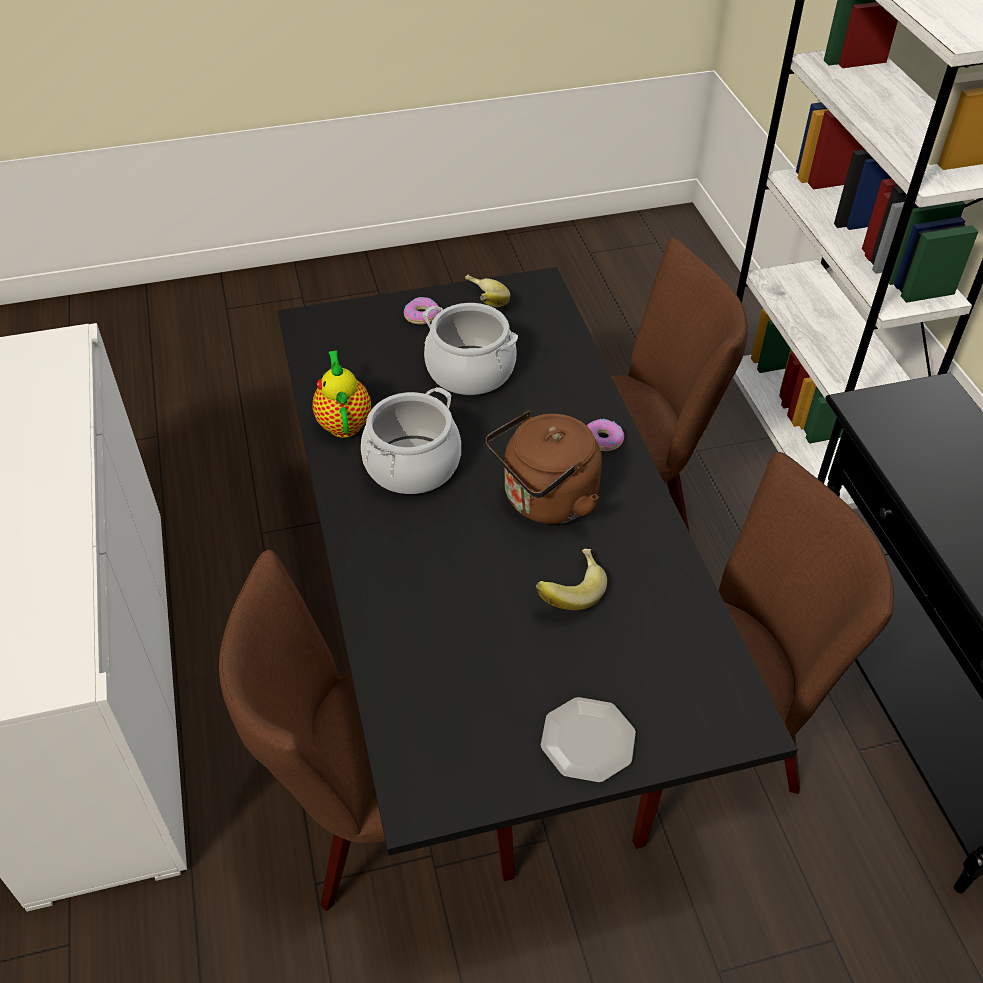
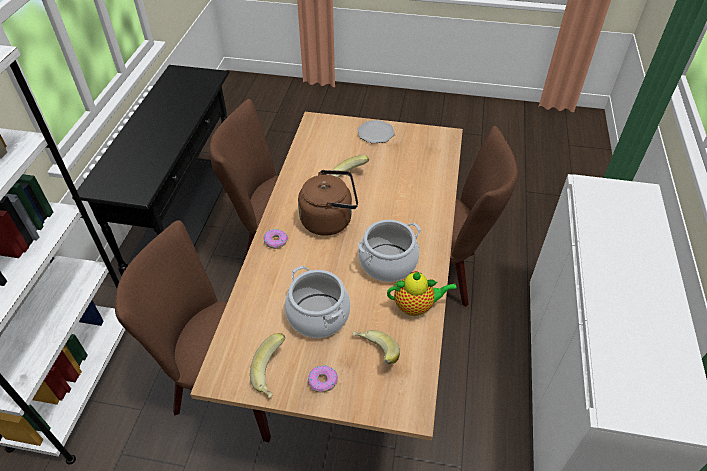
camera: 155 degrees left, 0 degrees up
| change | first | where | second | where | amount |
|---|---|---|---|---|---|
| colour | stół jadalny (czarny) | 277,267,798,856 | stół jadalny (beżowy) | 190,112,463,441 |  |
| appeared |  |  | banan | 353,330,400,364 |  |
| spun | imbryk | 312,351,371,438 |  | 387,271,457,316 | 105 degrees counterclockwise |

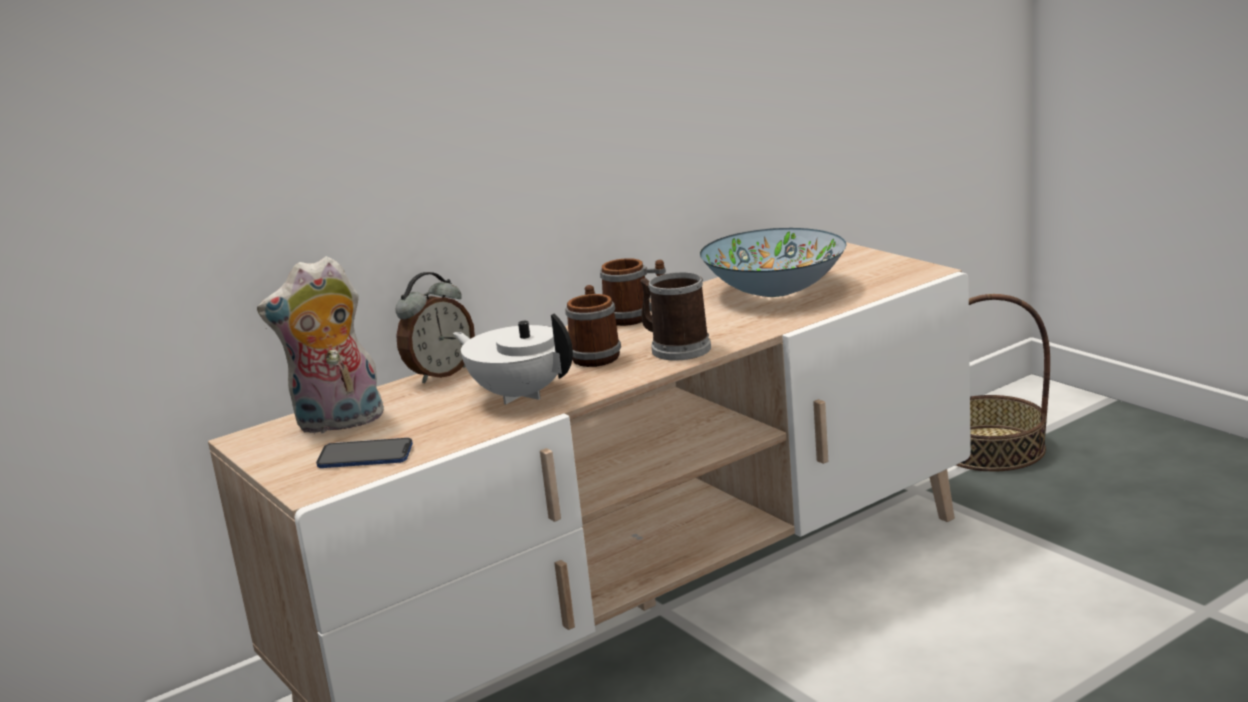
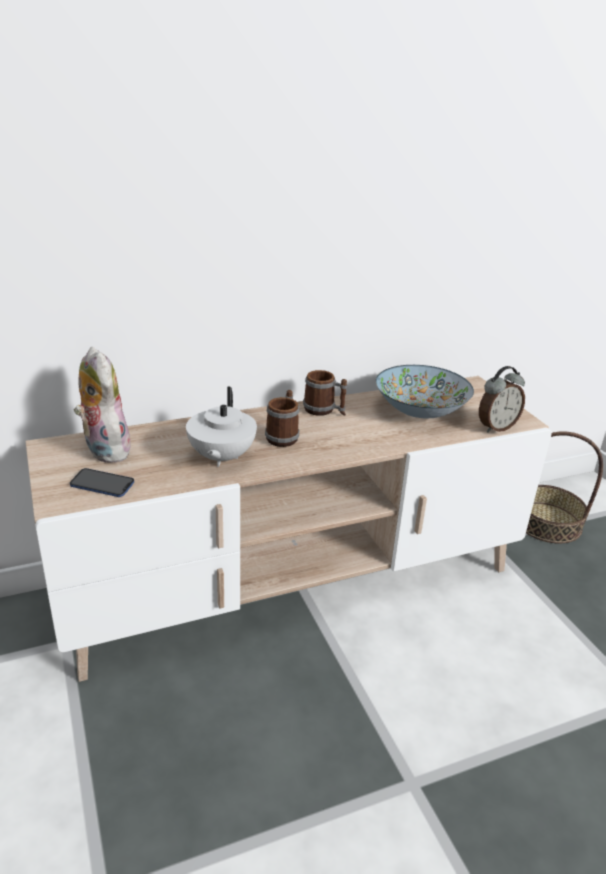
camera: 10 degrees right, 10 degrees up
| change | first | where | second | where | amount |
|---|---|---|---|---|---|
| spun | pluszak | 257,256,386,435 |  | 74,347,131,463 | 60 degrees clockwise |
| spun | imbryk (biały) | 453,313,573,404 |  | 186,386,257,467 | 135 degrees counterclockwise |
| relocated | budzik | 395,272,475,383 |  | 479,366,525,432 |  |
| missing | kubek | 640,272,711,361 |  |  |  |

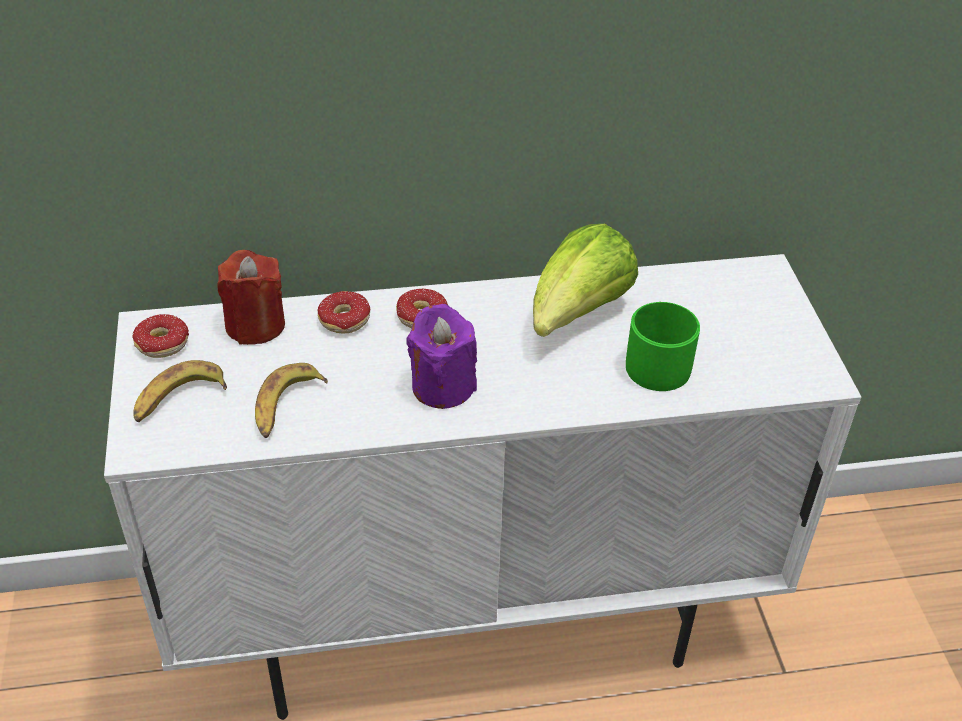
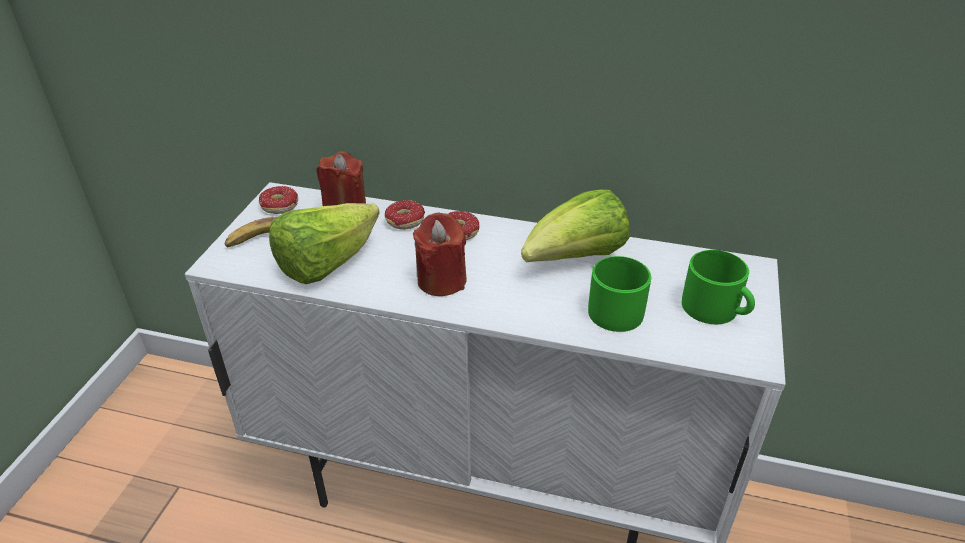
camera: 25 degrees right, 5 degrees down
| change | first | where | second | where | amount |
|---|---|---|---|---|---|
| exchanged | banan | 255,363,328,438 | sałata | 269,203,380,284 |  |
| colour | świeca (fioletowy) | 406,304,477,409 | świeca (czerwony) | 413,213,467,296 |  |
| appeared |  |  | kubek (zielony) | 682,250,755,324 |  |

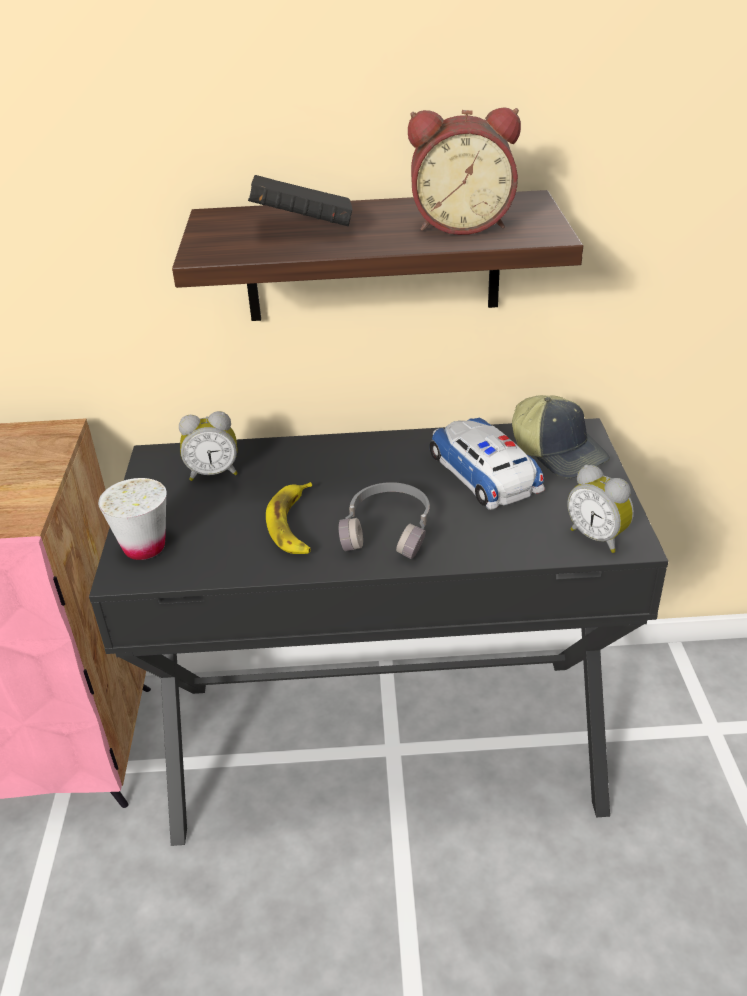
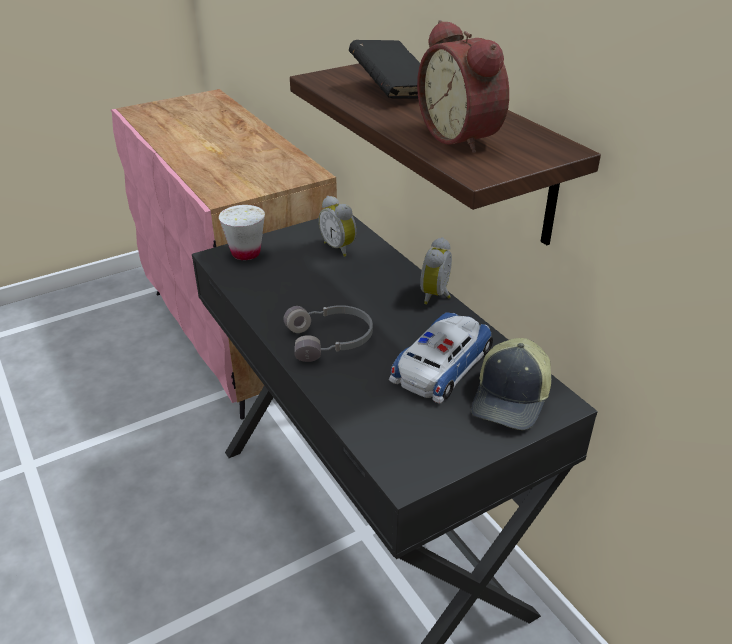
camera: 60 degrees right, 0 degrees up
| change | first | where | second | where | amount |
|---|---|---|---|---|---|
| relocated | budzik | 567,465,634,553 |  | 420,237,452,305 |  |
| missing | banan | 266,482,312,554 |  |  |  |

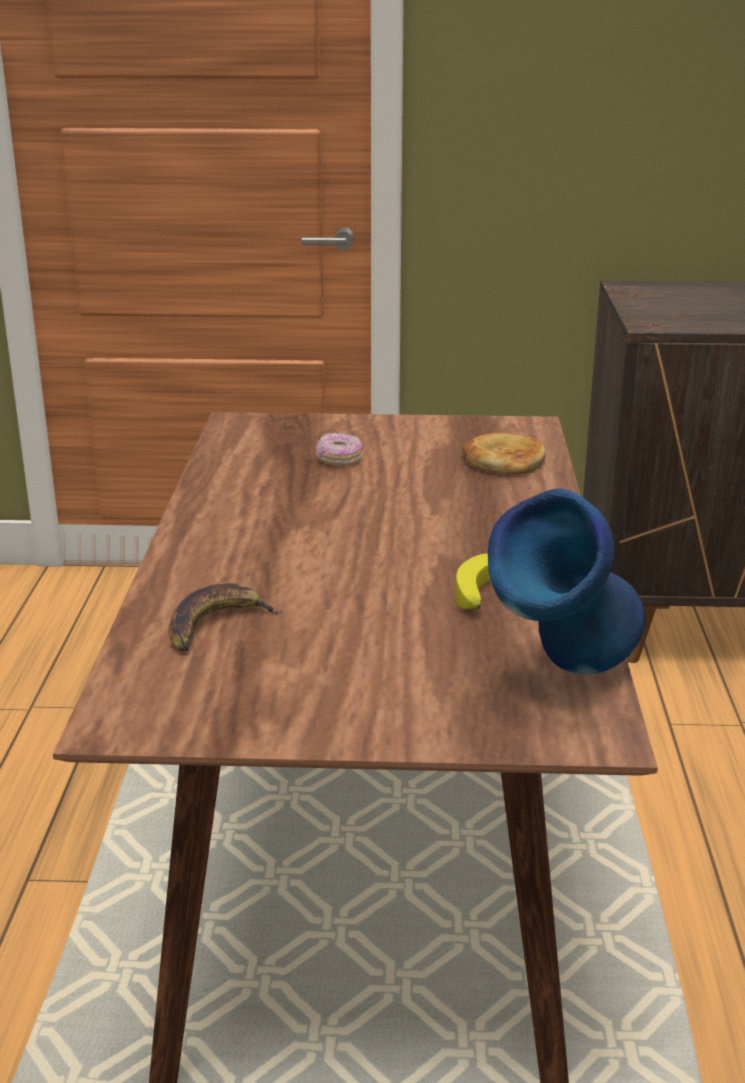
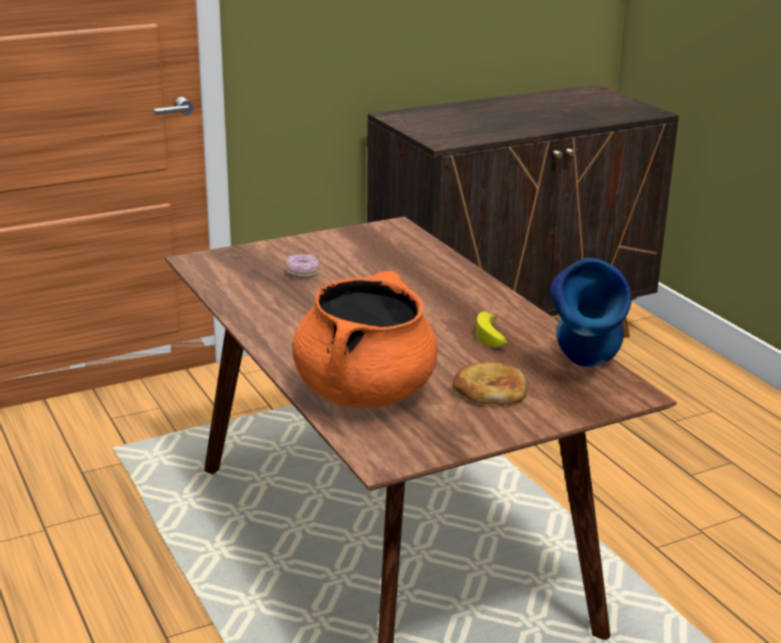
camera: 30 degrees left, 0 degrees up
| change | first | where | second | where | amount |
|---|---|---|---|---|---|
| exchanged | banan | 168,583,282,652 | garnek (pomarańczowy) | 292,271,438,408 |  |
| relocated | chleb | 462,432,546,474 |  | 453,362,527,405 |  |

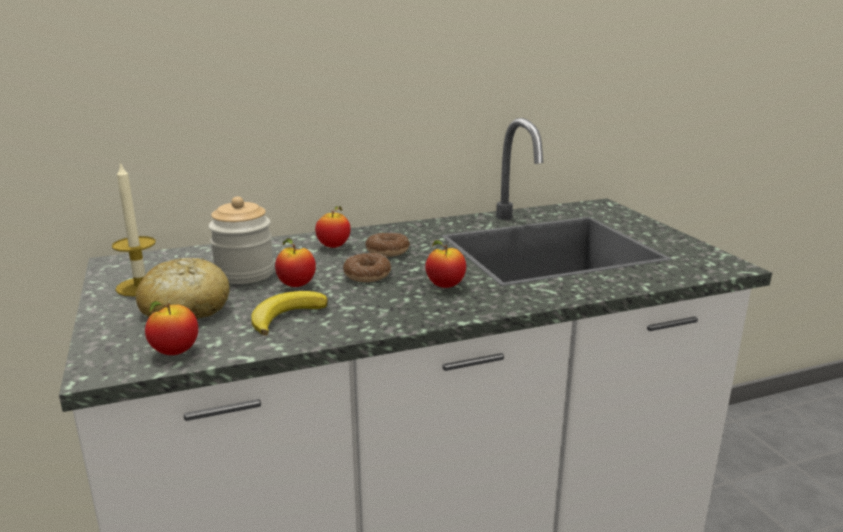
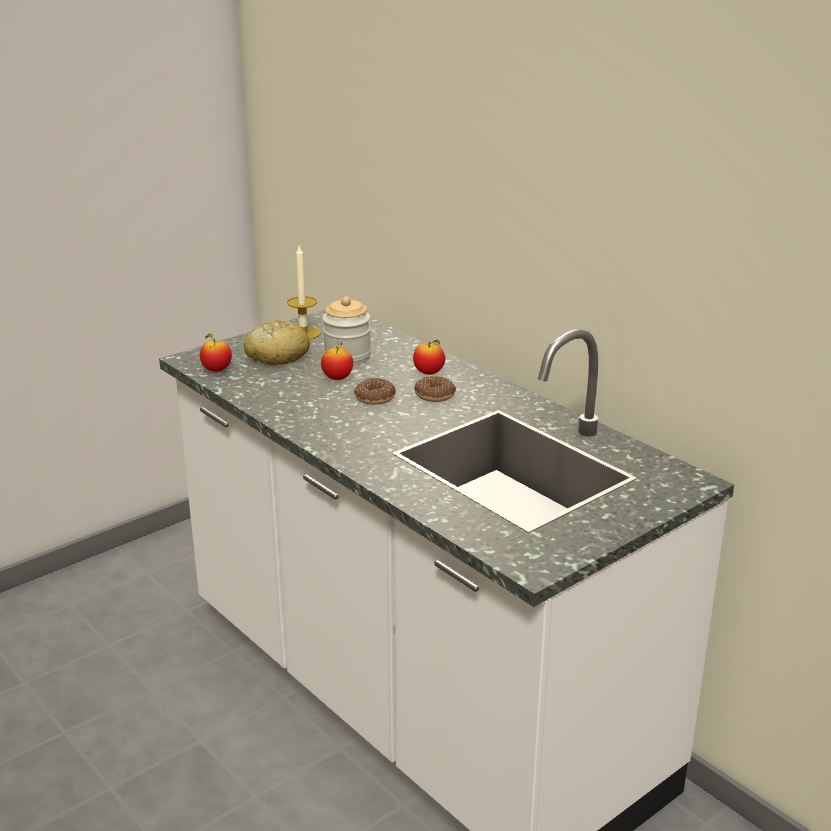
camera: 70 degrees right, 5 degrees up
| change | first | where | second | where | amount |
|---|---|---|---|---|---|
| missing | banan | 251,291,328,335 |  |  |  |
| missing | jabłko | 425,240,466,288 |  |  |  |

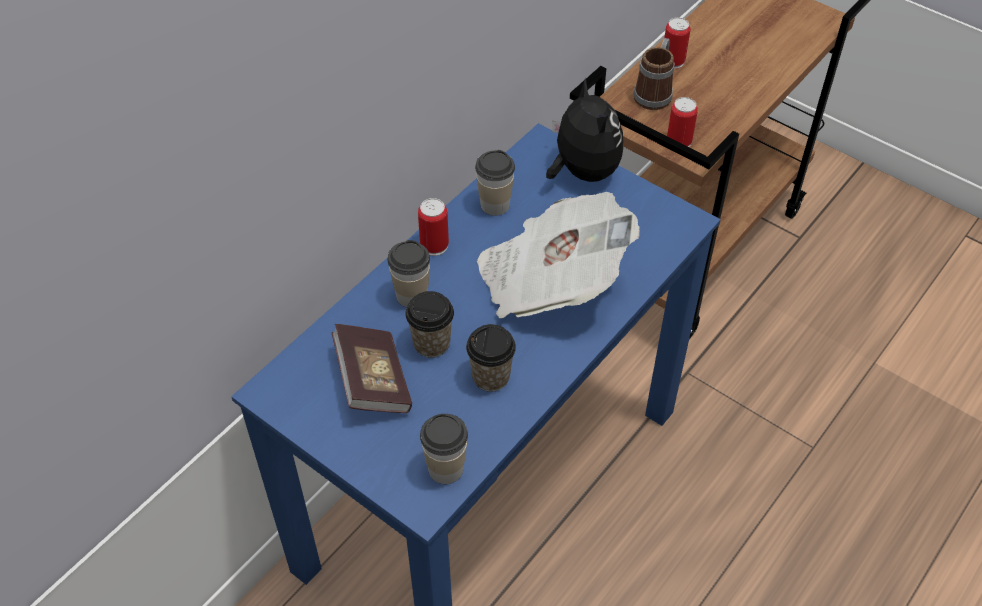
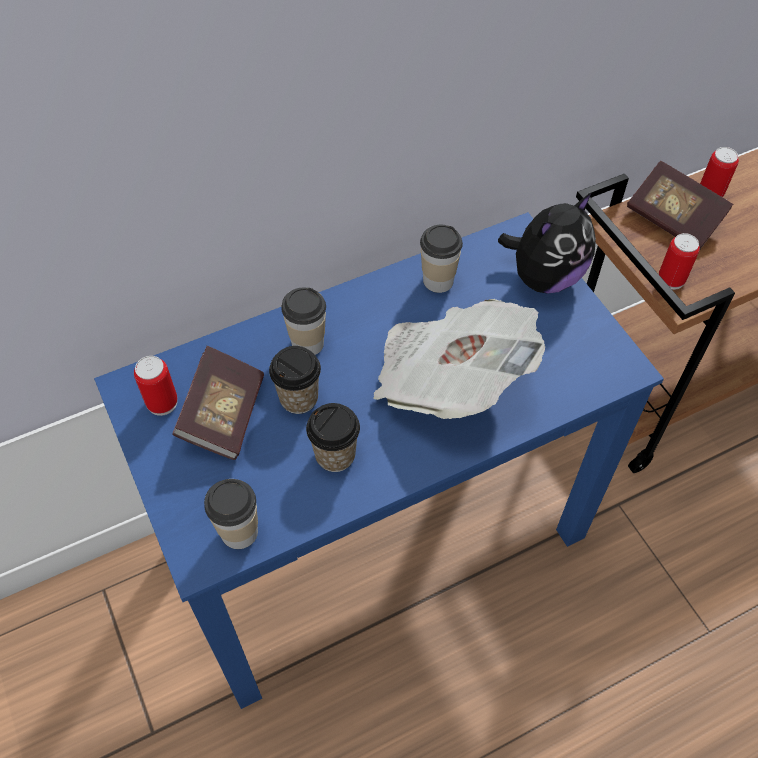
camera: 25 degrees right, 5 degrees up
| change | first | where | second | where | amount |
|---|---|---|---|---|---|
| relocated | puszka | 418,198,449,256 |  | 134,356,178,416 |  |
| spun | pluszak | 546,78,624,182 |  | 498,193,596,294 | 45 degrees clockwise |
| exchanged | kubek | 633,38,674,110 | książka | 627,161,733,249 |  |

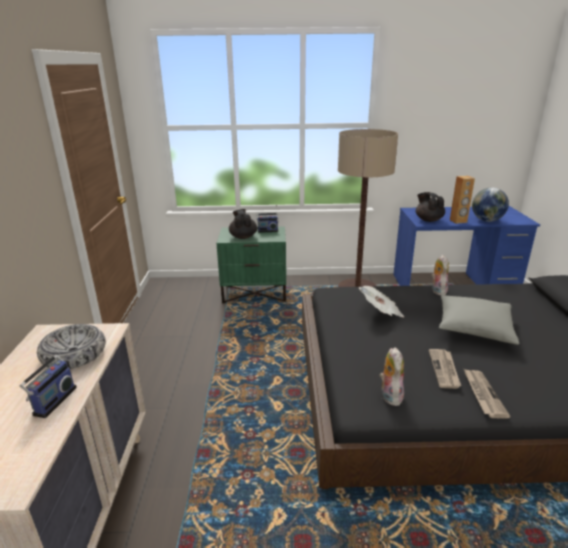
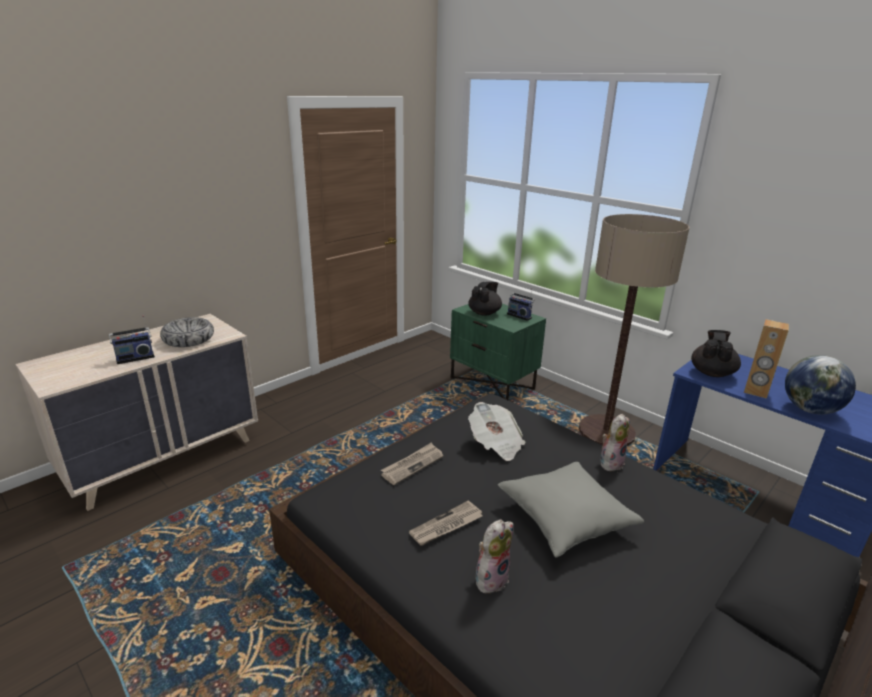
camera: 45 degrees right, 0 degrees up
| change | first | where | second | where | amount |
|---|---|---|---|---|---|
| relocated | gazeta | 464,369,511,418 |  | 381,443,443,485 |  |
| relocated | pluszak | 379,347,404,406 |  | 476,519,513,593 |  |

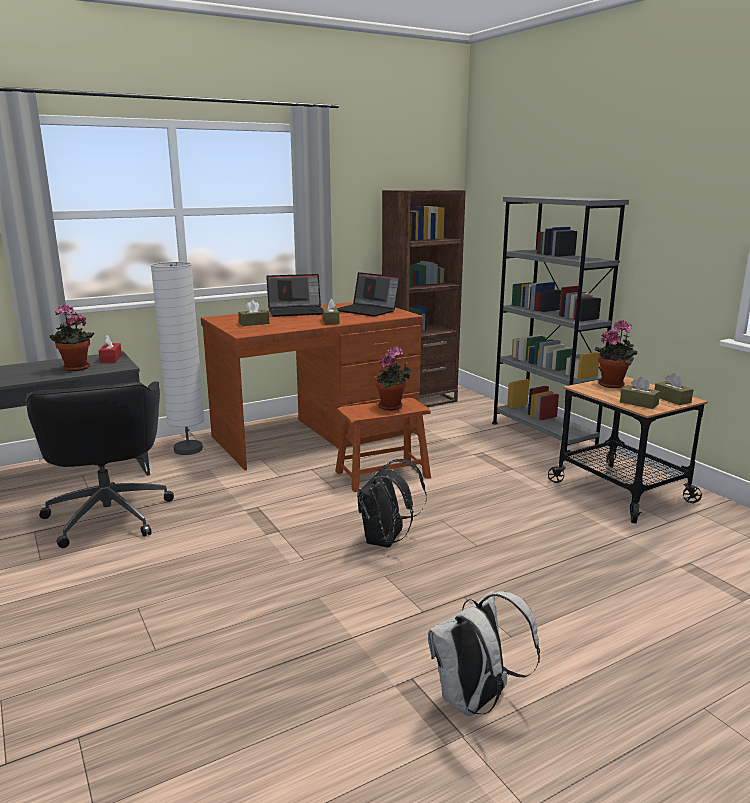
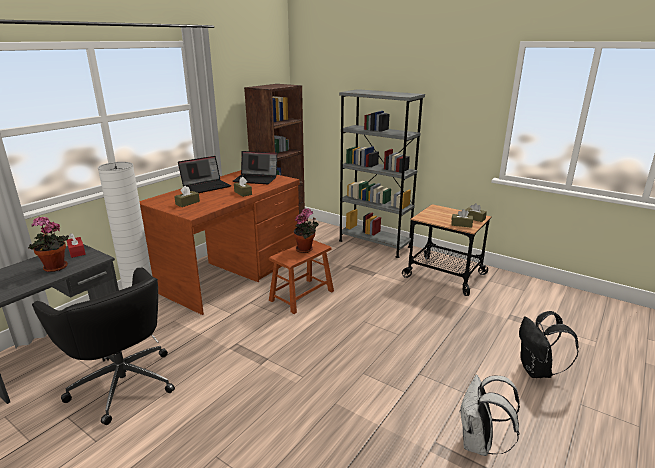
camera: 25 degrees left, 5 degrees up
| change | first | where | second | where | amount |
|---|---|---|---|---|---|
| relocated | plecak (czarny) | 357,459,426,548 |  | 519,311,579,378 |  |
| missing | roślina doniczkowa | 594,320,637,388 |  |  |  |

